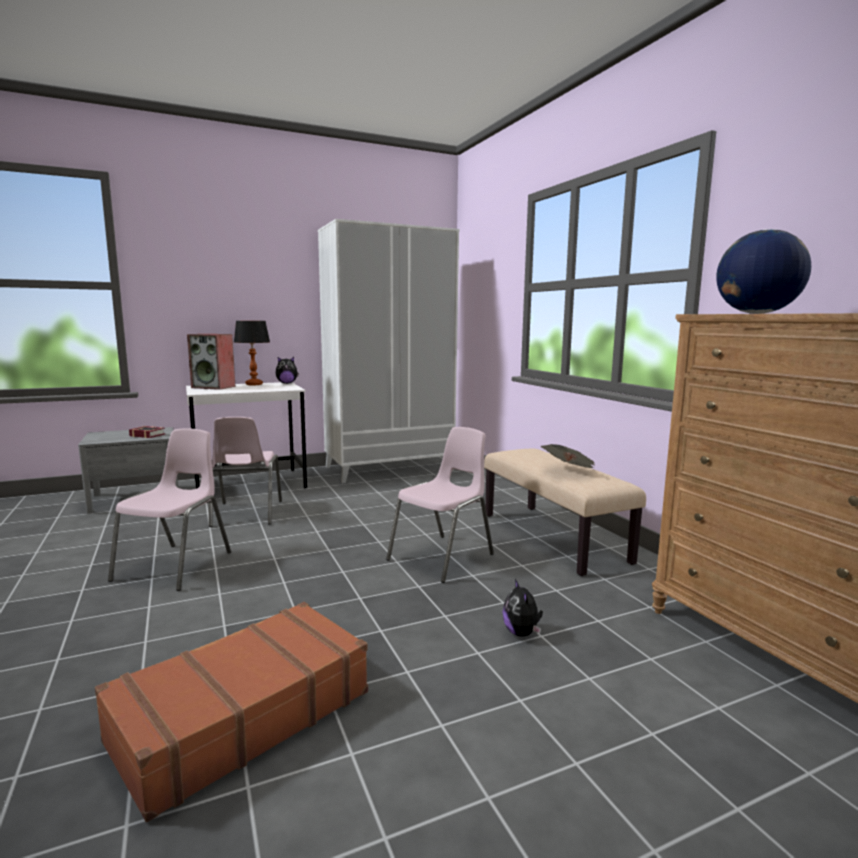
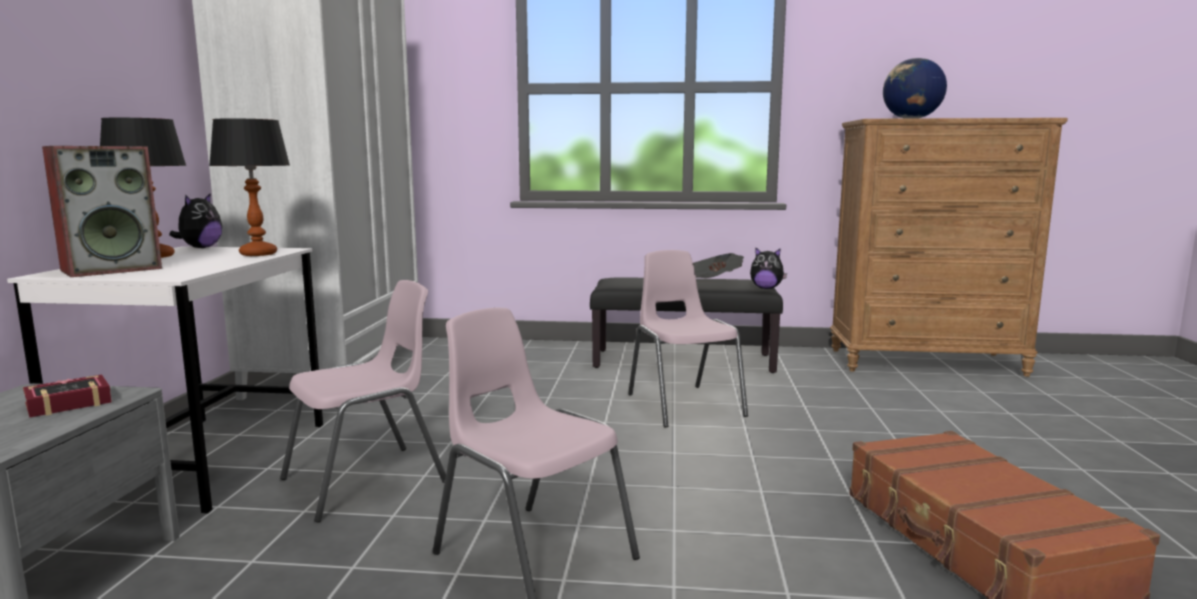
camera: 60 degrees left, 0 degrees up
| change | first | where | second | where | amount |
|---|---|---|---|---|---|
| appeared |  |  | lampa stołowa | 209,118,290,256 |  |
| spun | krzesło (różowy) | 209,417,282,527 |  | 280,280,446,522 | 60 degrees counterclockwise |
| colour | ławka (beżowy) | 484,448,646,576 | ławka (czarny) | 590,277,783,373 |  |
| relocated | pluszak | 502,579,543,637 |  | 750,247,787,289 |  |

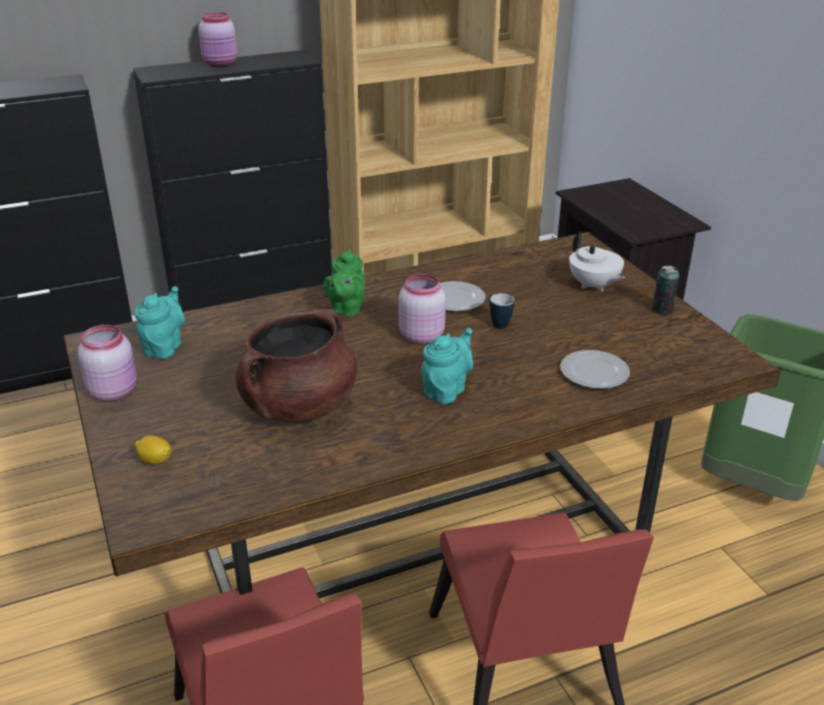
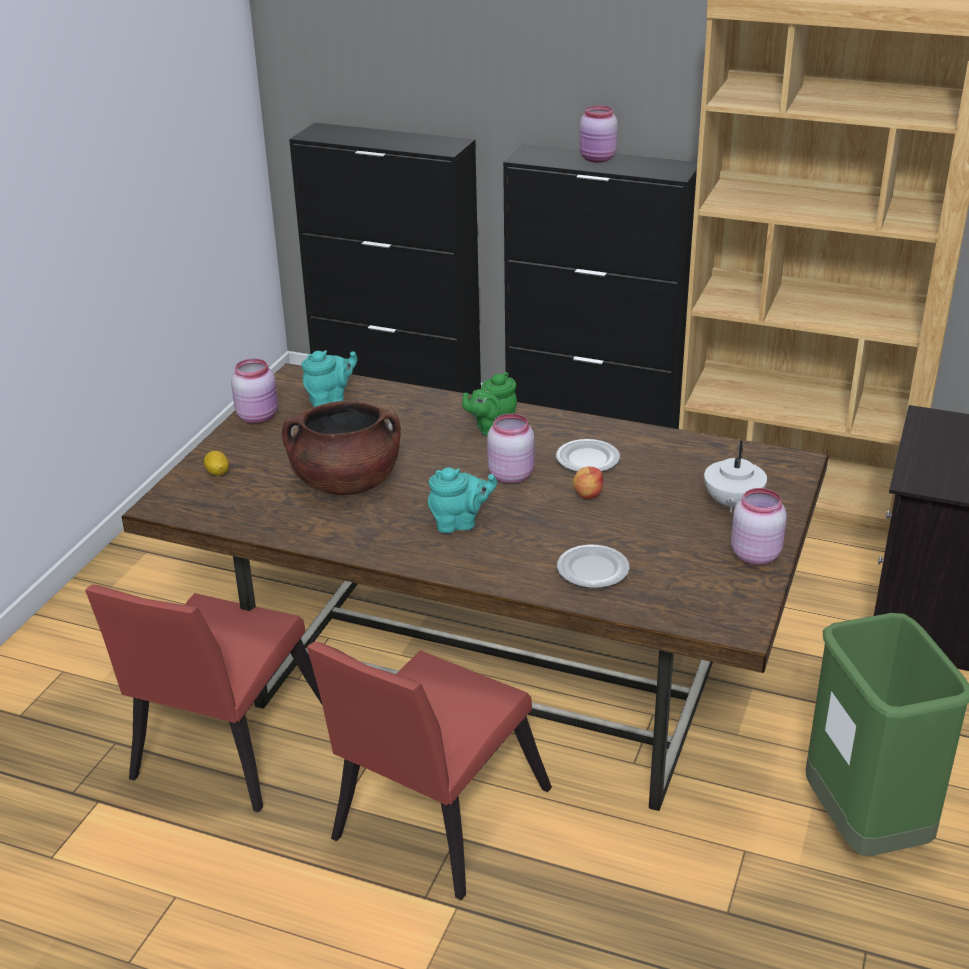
camera: 45 degrees right, 0 degrees up
| change | first | where | second | where | amount |
|---|---|---|---|---|---|
| exchanged | kubek | 489,293,514,329 | jabłko | 573,467,603,499 |  |
| exchanged | puszka | 652,266,680,315 | słoik (różowy) | 731,488,787,565 |  |

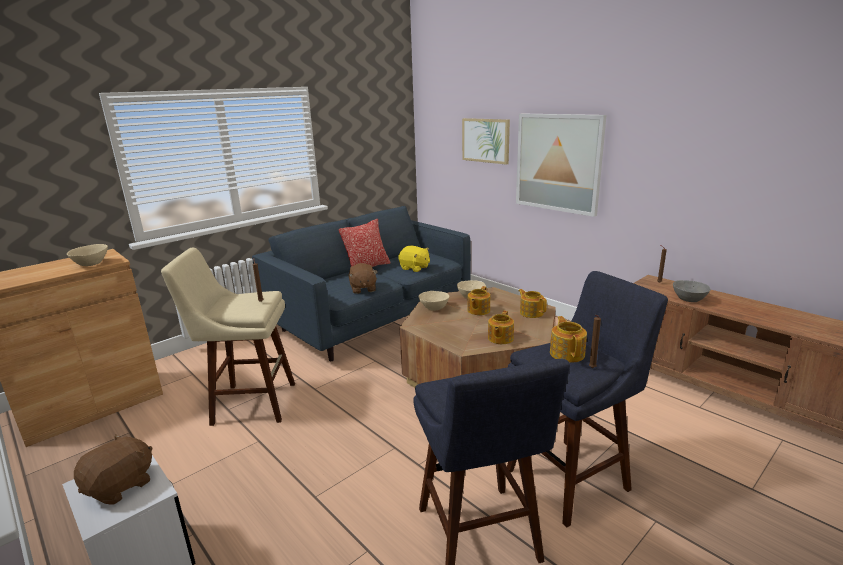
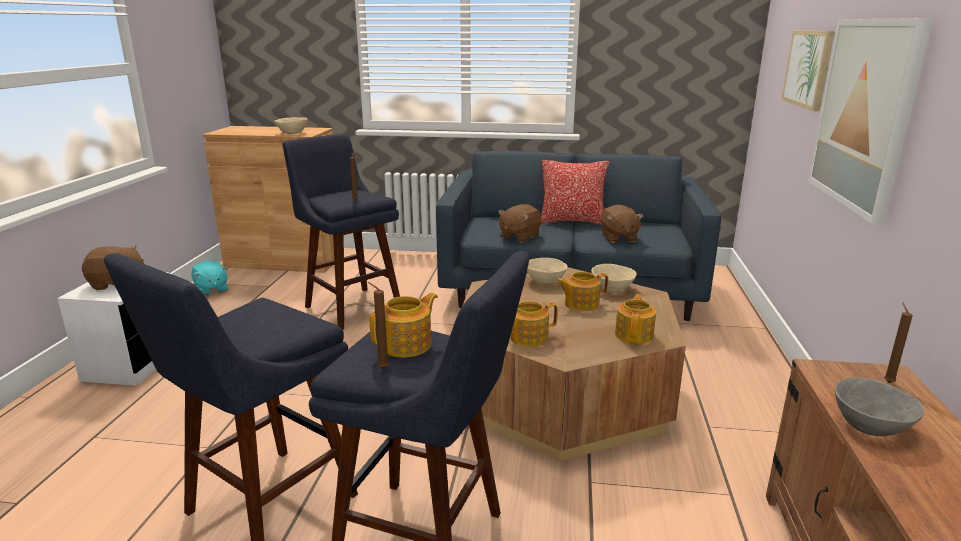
camera: 50 degrees right, 0 degrees up
| change | first | where | second | where | amount |
|---|---|---|---|---|---|
| appeared |  |  | pluszak (turkusowy) | 192,260,228,296 |  |
| colour | stołek (beżowy) | 161,248,295,426 | stołek (niebieski) | 283,134,400,330 |  |
| colour | pluszak (żółty) | 398,246,430,272 | pluszak (brązowy) | 601,205,644,243 |  |

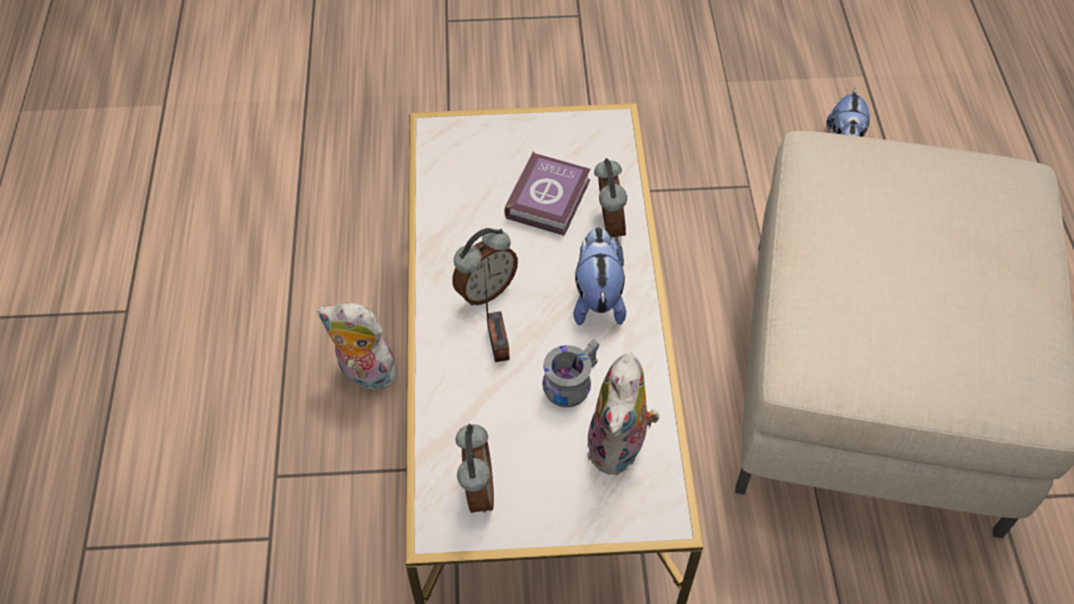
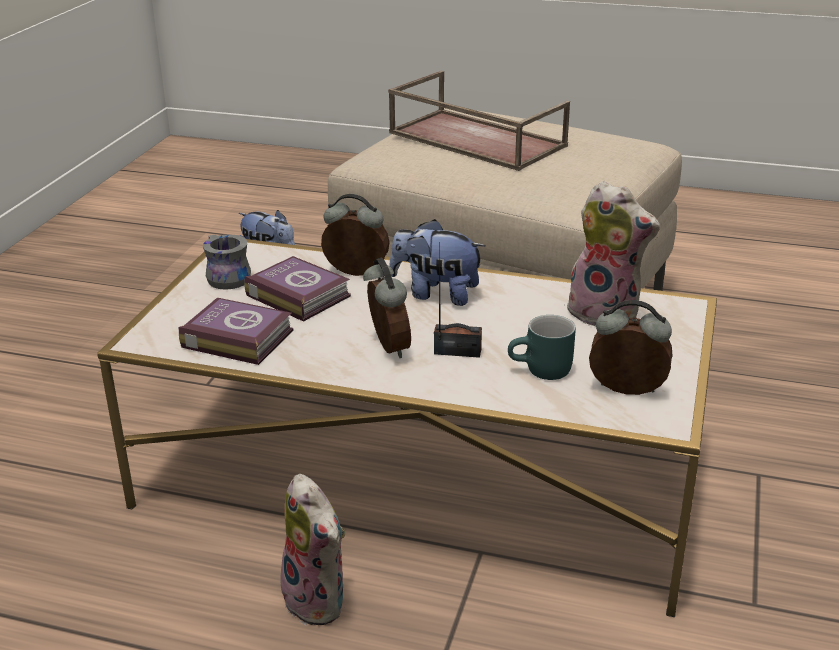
camera: 70 degrees left, 25 degrees down
| change | first | where | second | where | amount |
|---|---|---|---|---|---|
| appeared |  |  | książka | 179,298,294,365 |  |
| relocated | kubek (szary) | 542,339,599,408 |  | 203,234,251,290 |  |
| spun | pluszak | 317,303,402,390 |  | 280,474,345,626 | 75 degrees counterclockwise |
| appeared |  |  | taca (brązowy) | 388,71,570,171 |  |
| appeared |  |  | kubek (turkusowy) | 508,315,576,380 |  |

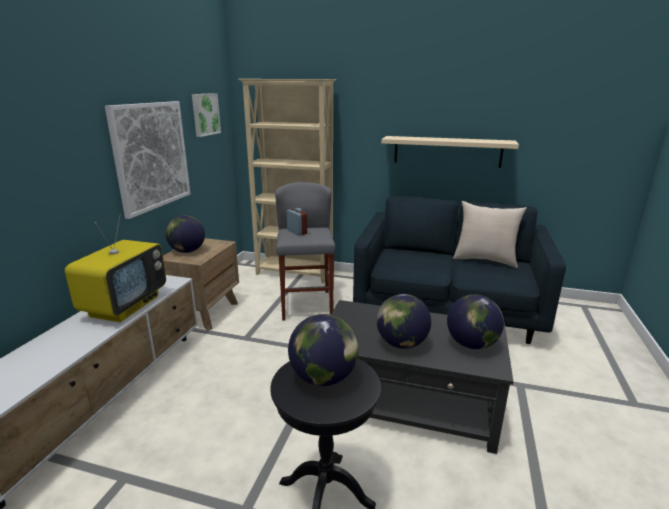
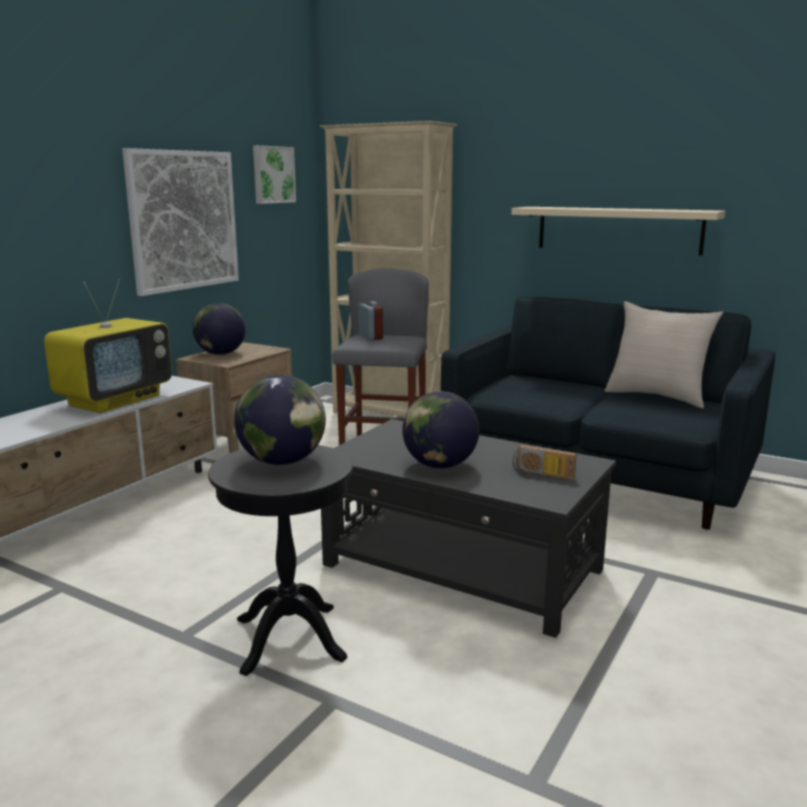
camera: 15 degrees right, 5 degrees down
| change | first | where | second | where | amount |
|---|---|---|---|---|---|
| exchanged | globus | 447,294,504,349 | radio | 513,445,576,480 |  |

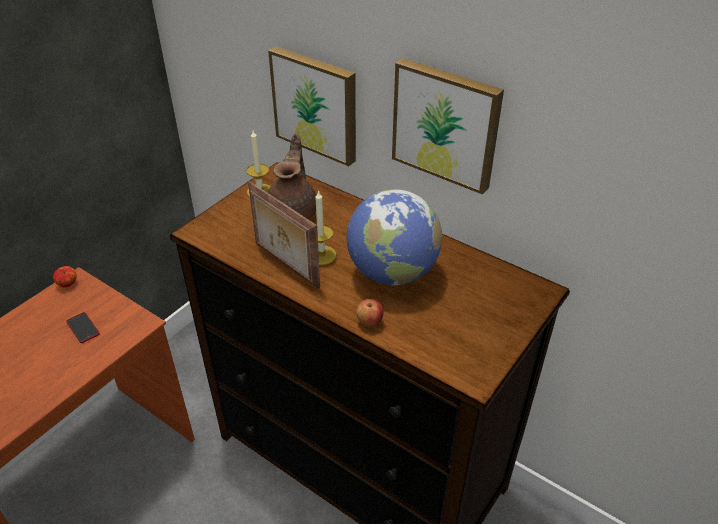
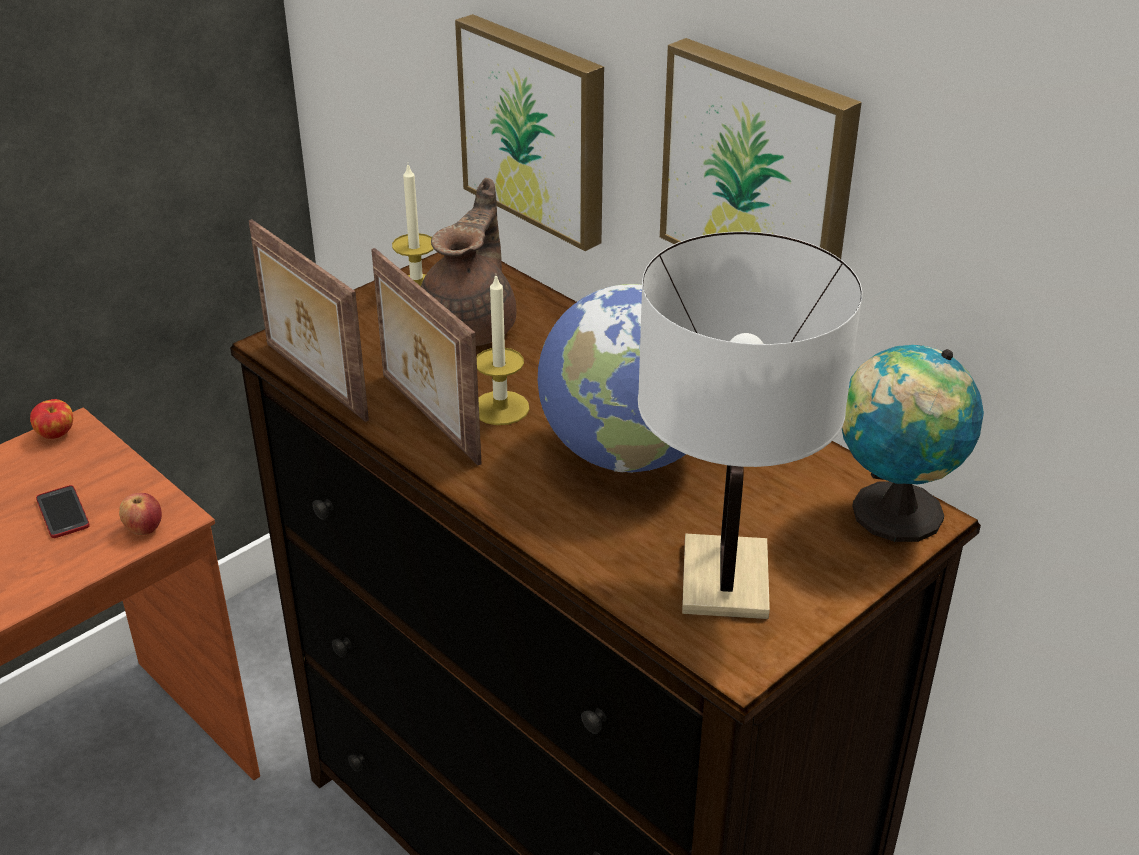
camera: 10 degrees right, 5 degrees down
| change | first | where | second | where | amount |
|---|---|---|---|---|---|
| relocated | jabłko | 356,299,384,327 |  | 119,493,162,535 |  |
| appeared |  |  | ramka na zdjęcie | 249,219,369,422 |  |
| appeared |  |  | lampa stołowa (biały) | 638,232,862,619 |  |
| appeared |  |  | globus | 842,345,984,542 |  |

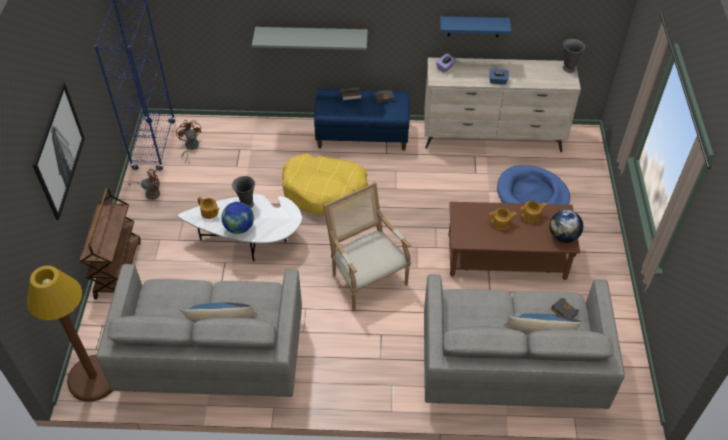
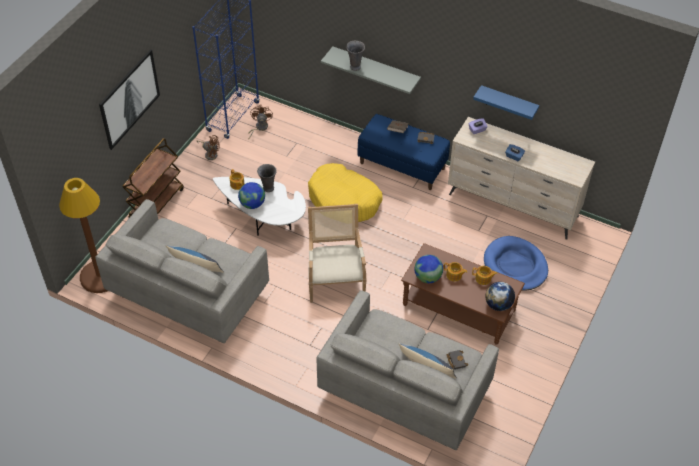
camera: 25 degrees right, 0 degrees up
| change | first | where | second | where | amount |
|---|---|---|---|---|---|
| relocated | wazon (szary) | 563,39,585,73 |  | 346,41,365,71 |  |
| appeared |  |  | globus | 414,255,443,283 |  |

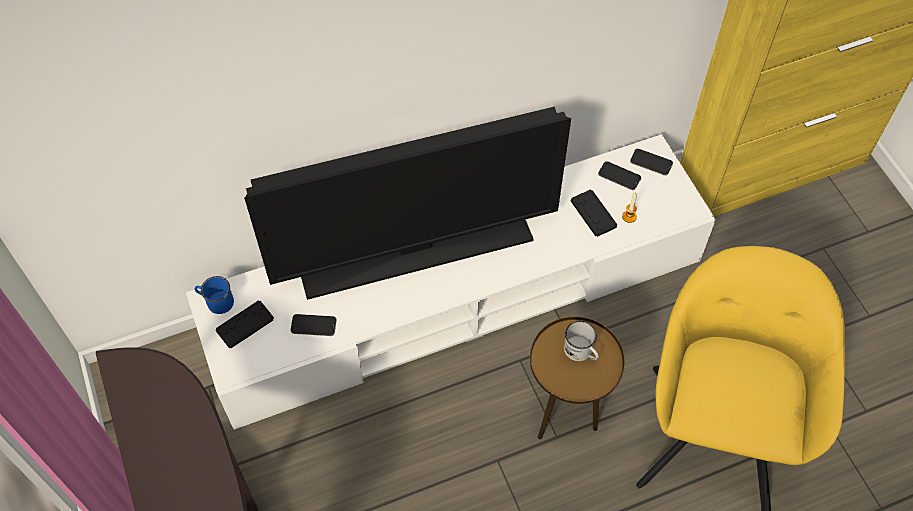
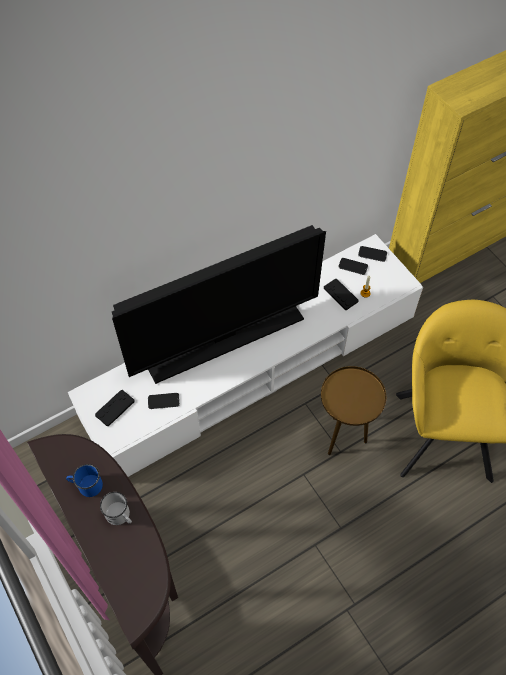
camera: 10 degrees left, 0 degrees up
| change | first | where | second | where | amount |
|---|---|---|---|---|---|
| relocated | kubek (niebieski) | 195,276,234,314 |  | 66,464,103,497 |  |
| relocated | kubek (biały) | 564,321,599,361 |  | 100,492,132,525 |  |

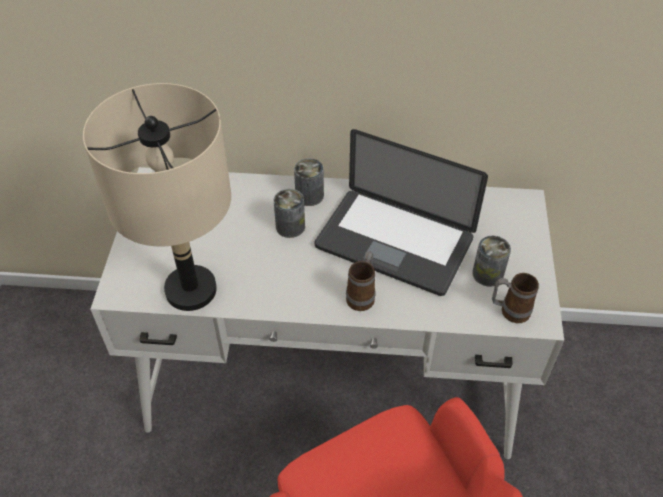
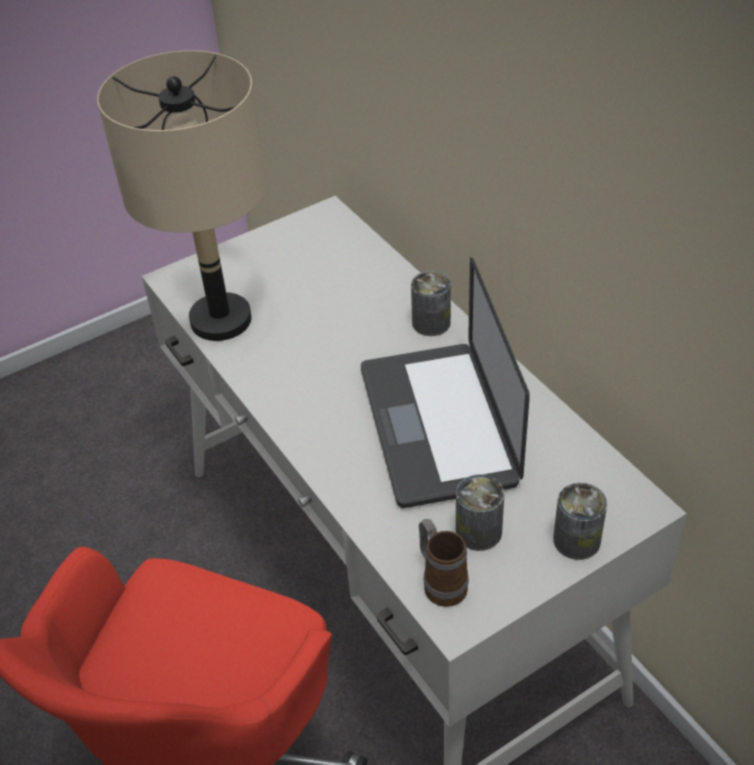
camera: 55 degrees right, 5 degrees down
| change | first | where | second | where | amount |
|---|---|---|---|---|---|
| relocated | puszka | 274,189,305,238 |  | 553,483,607,560 |  |
| missing | kubek | 346,251,376,311 |  |  |  |

